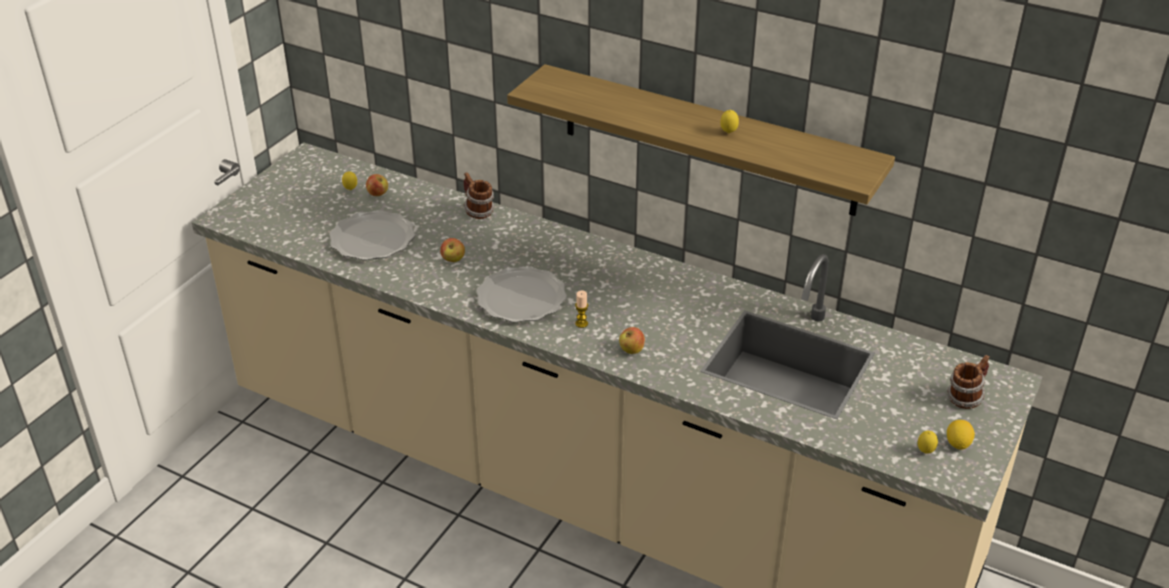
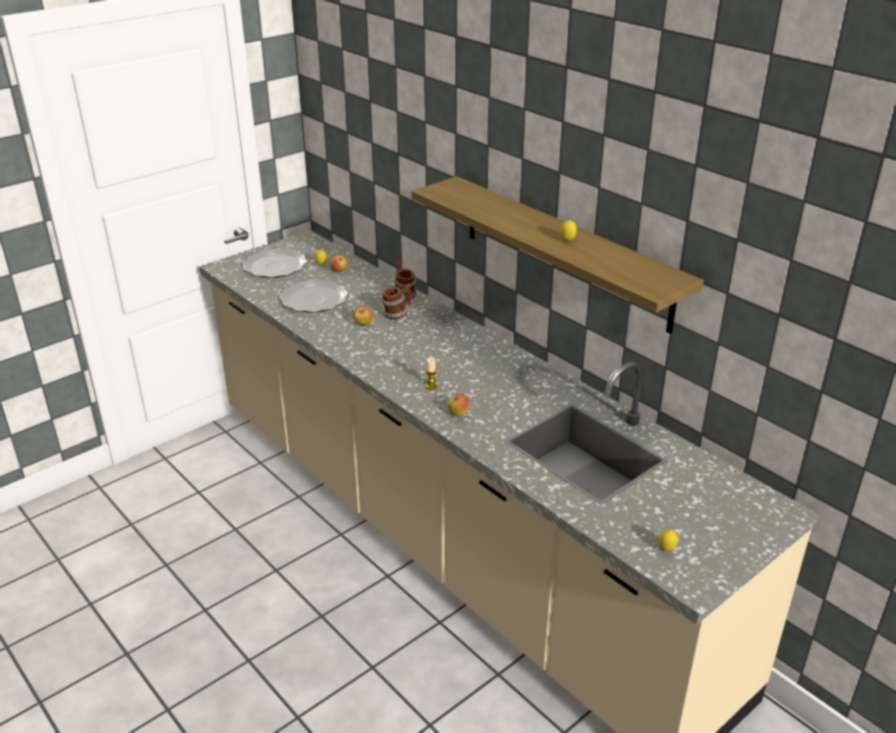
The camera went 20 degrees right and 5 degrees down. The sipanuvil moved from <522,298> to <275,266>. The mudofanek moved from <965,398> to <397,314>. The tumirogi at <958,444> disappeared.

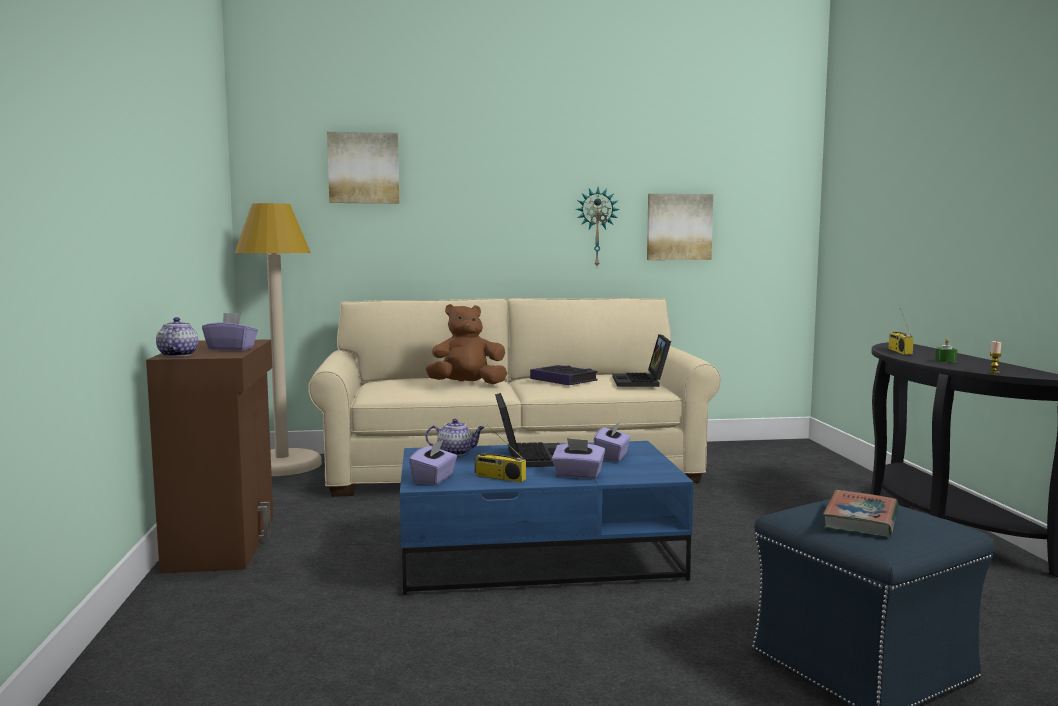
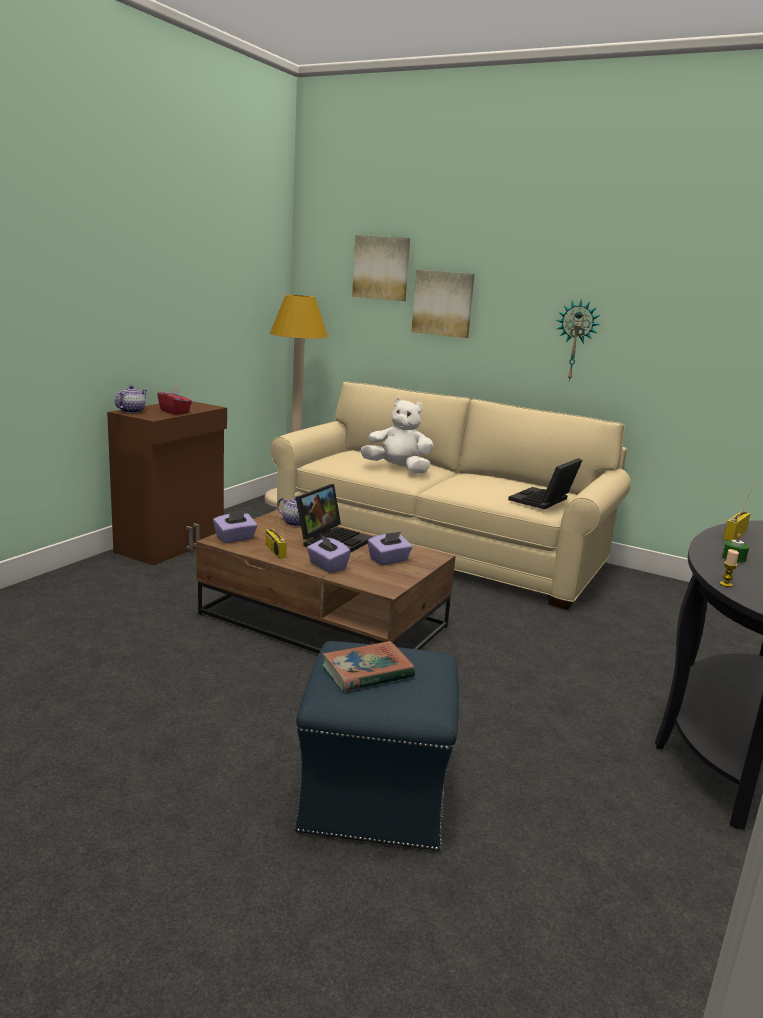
The camera went 35 degrees right and 10 degrees up. The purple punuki at <231,349> became the red punuki at <175,412>. The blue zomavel at <540,555> became the brown zomavel at <325,621>. The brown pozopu at <467,385> became the white pozopu at <398,469>. The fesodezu moved from <679,227> to <443,303>. The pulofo at <563,380> disappeared.

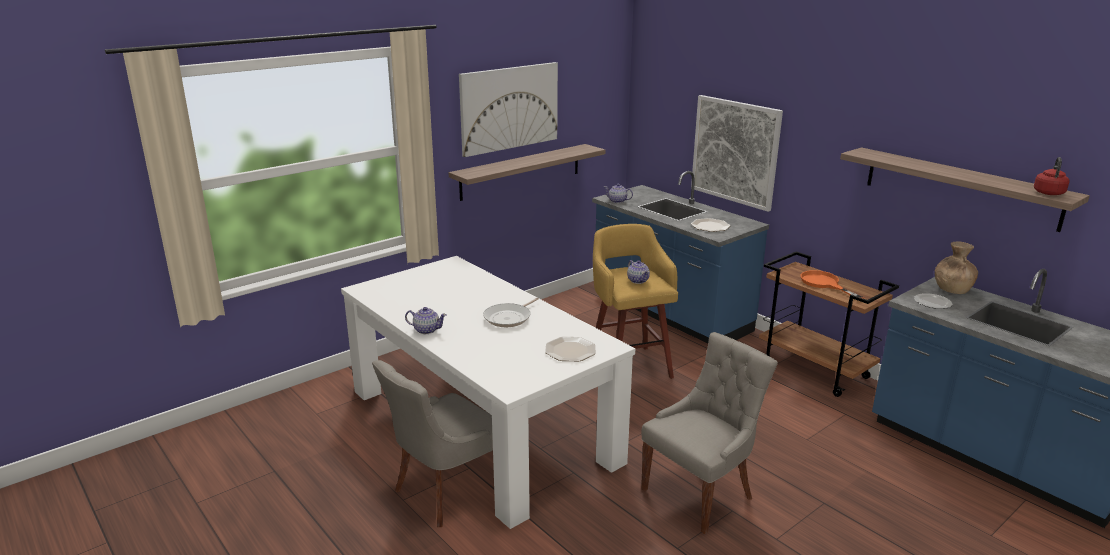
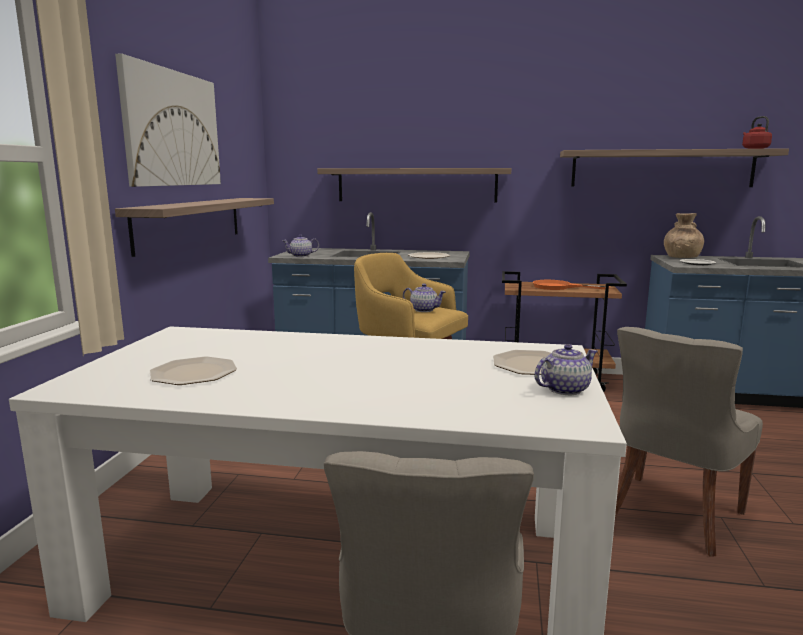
The camera went 40 degrees left and 10 degrees down. The sipanuvil at <194,373> appeared. The fesodezu at <735,151> was replaced by the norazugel at <416,185>. The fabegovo moved from <426,330> to <564,389>. The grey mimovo at <700,493> turned 150 degrees counterclockwise. The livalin at <509,318> disappeared.

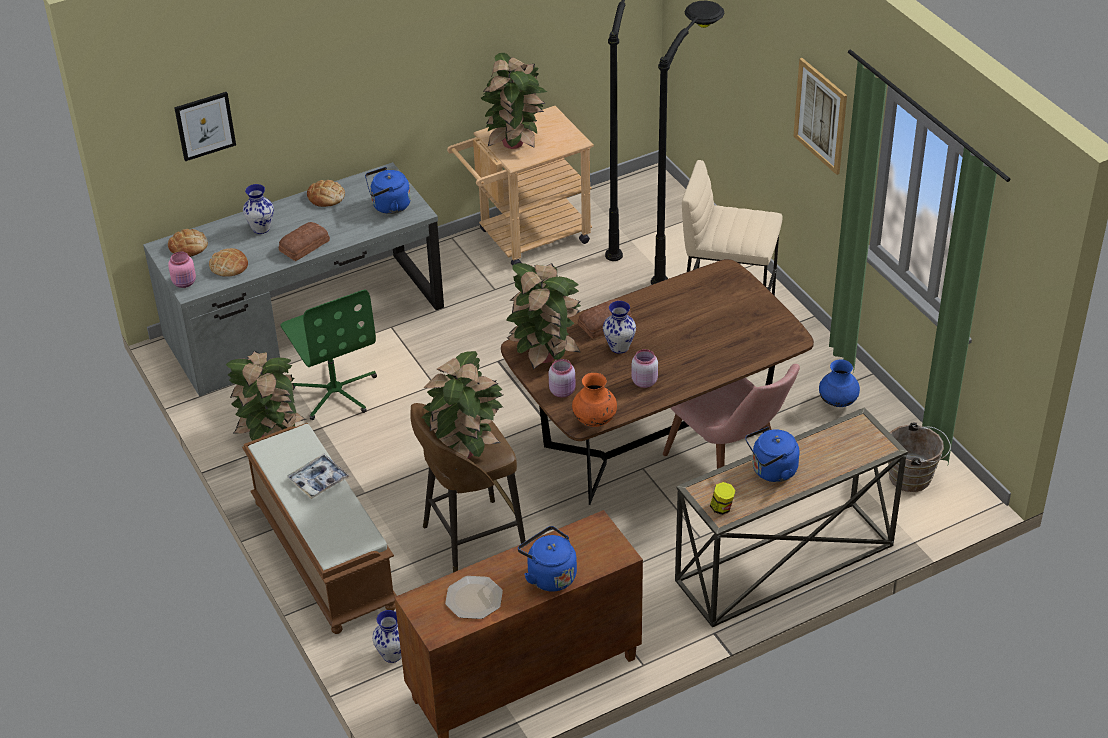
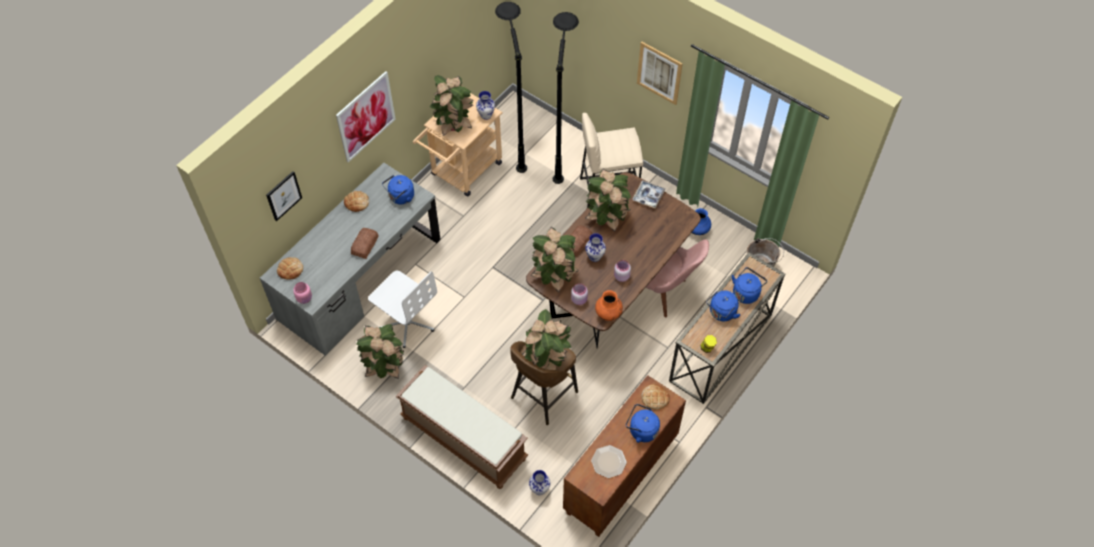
The camera went 25 degrees left and 15 degrees up. The fesodezu at <366,116> appeared. The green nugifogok at <335,391> became the white nugifogok at <407,322>. The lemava moved from <260,228> to <486,115>. The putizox at <607,217> appeared. The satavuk moved from <319,480> to <648,196>. The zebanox moved from <229,266> to <655,398>. The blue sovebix at <746,292> appeared.

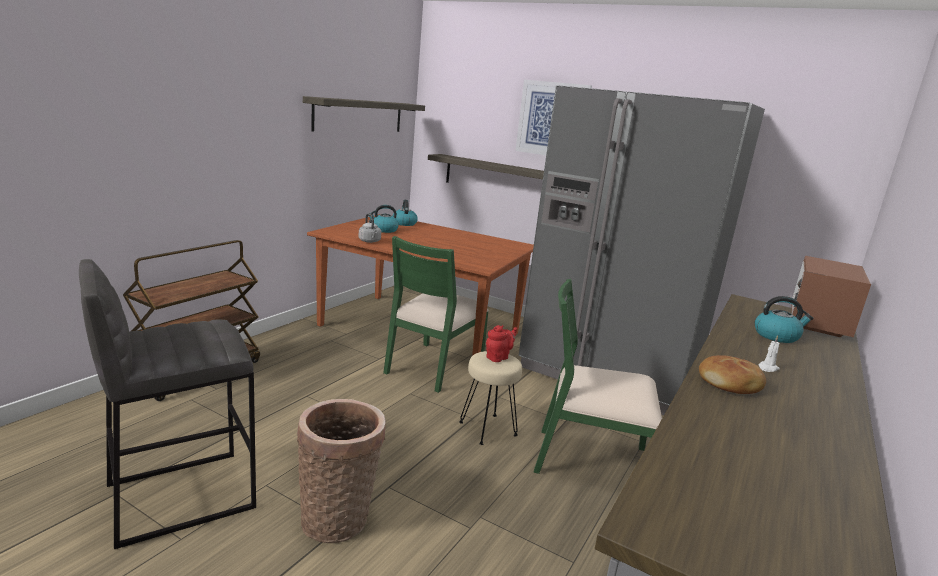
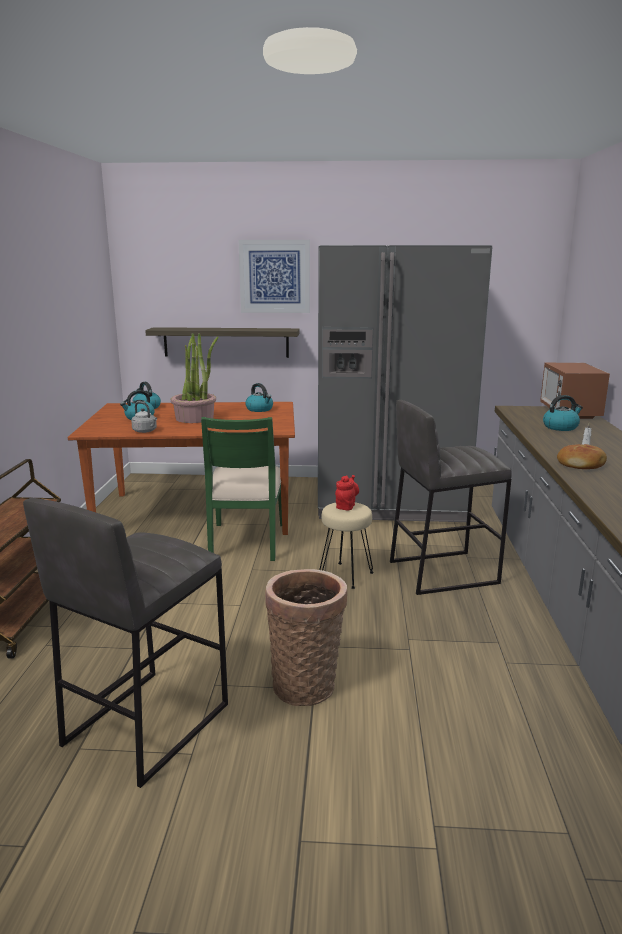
The camera went 25 degrees left and 0 degrees up. The putizox at <195,418> appeared. The sovebix at <260,409> appeared. The green mimovo at <590,461> was replaced by the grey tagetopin at <441,572>. The norazugel at <359,115> disappeared.

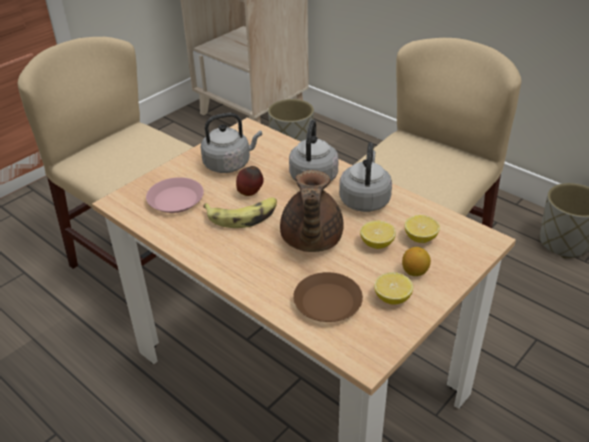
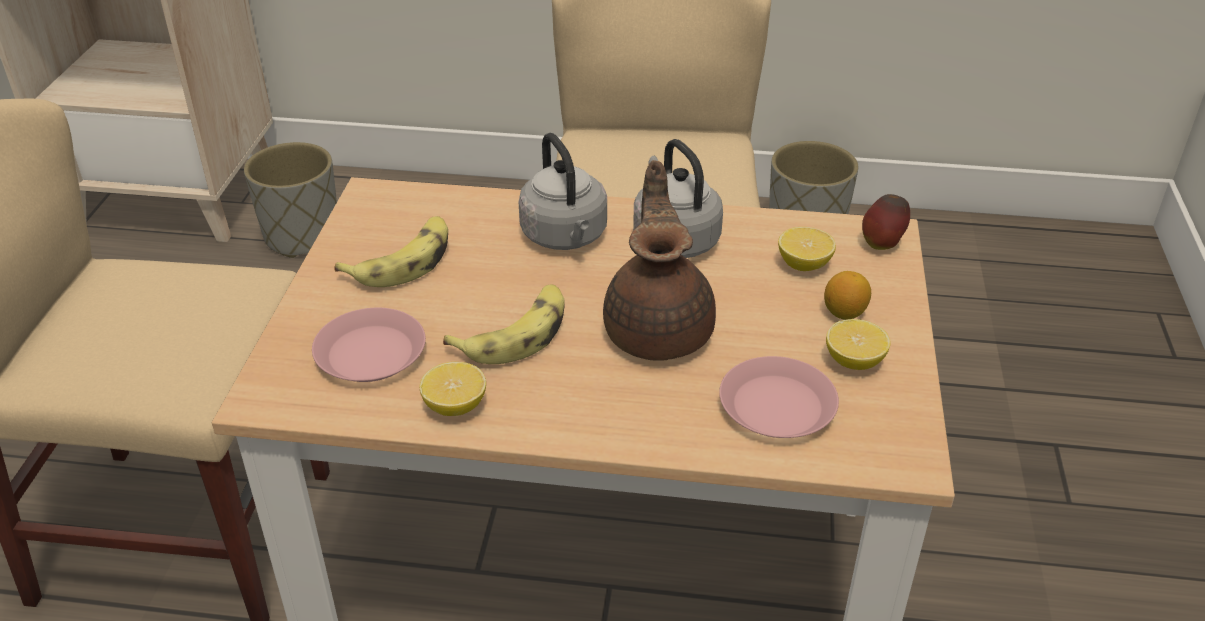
The camera went 35 degrees left and 0 degrees up. The grey sovebix at <229,164> was replaced by the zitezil at <403,261>. The tumirogi moved from <377,244> to <455,406>. The brown fabegovo at <310,240> turned 150 degrees counterclockwise. The brown sipanuvil at <327,302> became the pink sipanuvil at <776,406>. The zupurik moved from <250,193> to <882,245>.

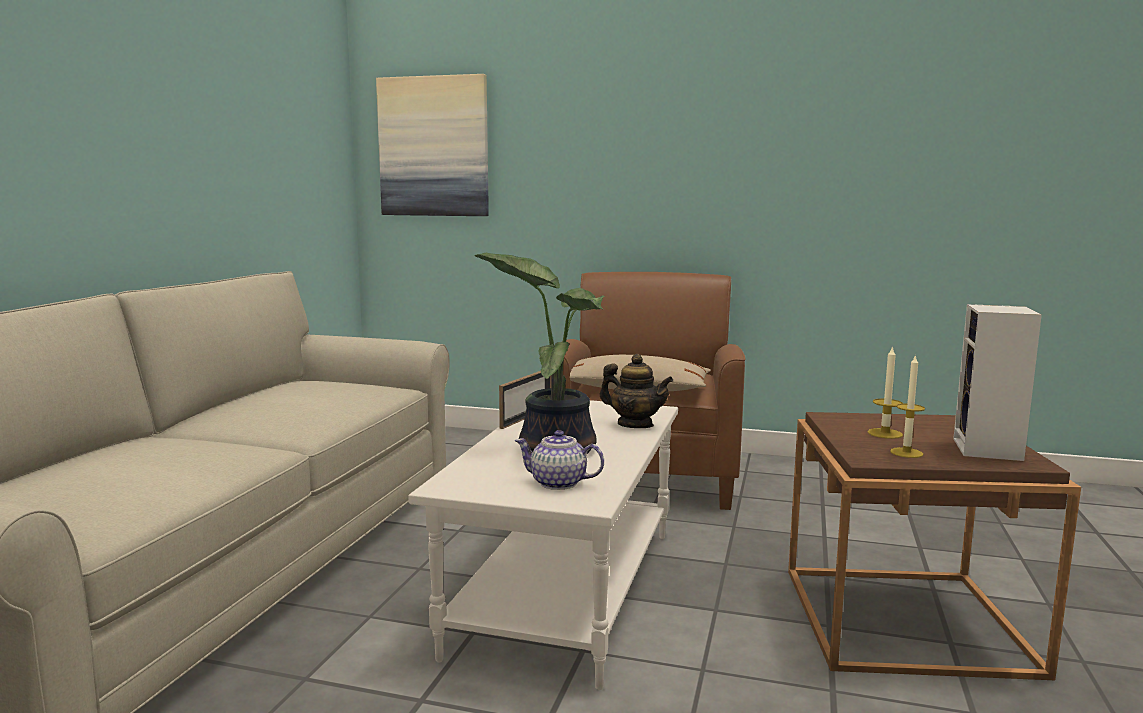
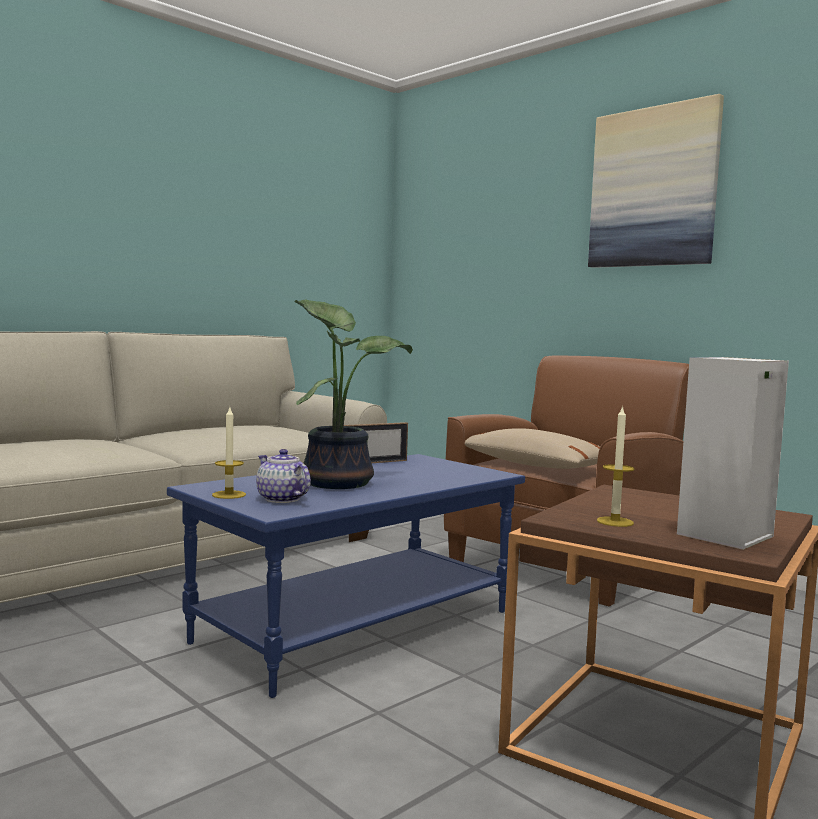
The camera went 30 degrees right and 5 degrees down. The white zomavel at <565,589> became the blue zomavel at <355,625>. The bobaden moved from <885,433> to <229,495>. The fesodezu moved from <434,147> to <653,187>. The fabegovo at <635,425> disappeared.

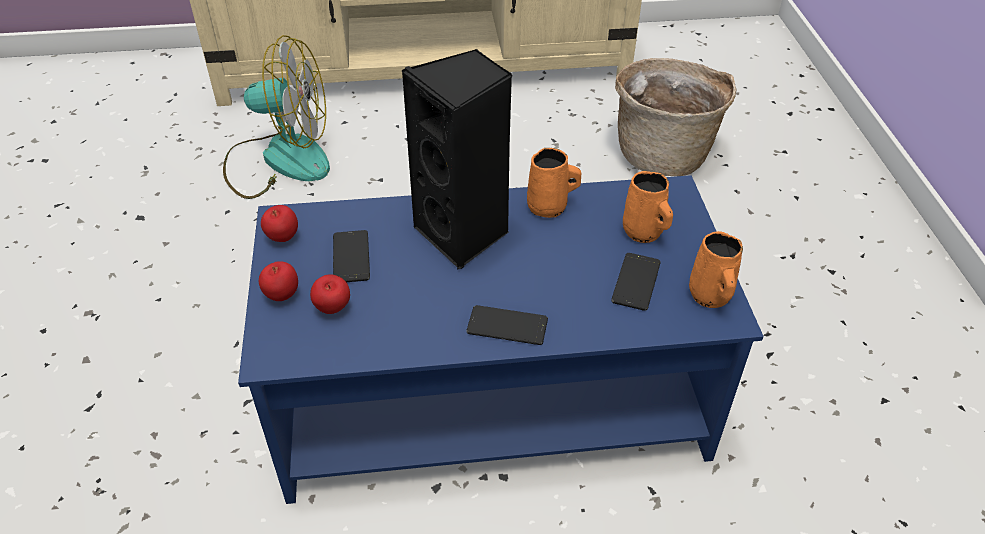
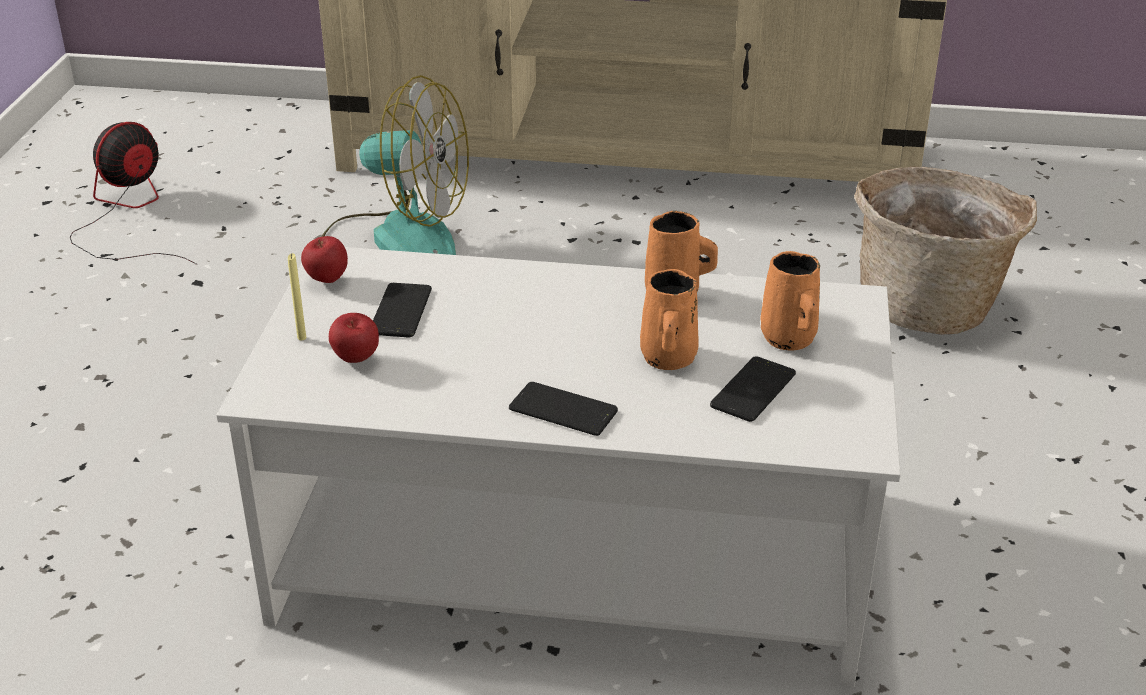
The camera went 15 degrees right and 10 degrees down. The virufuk at <129,214> appeared. The blue zomavel at <488,394> became the white zomavel at <569,552>. The zupurik at <282,296> was replaced by the yellow bobaden at <302,338>. The orange mudofanek moved from <710,296> to <668,359>. The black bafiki at <464,235> disappeared.

